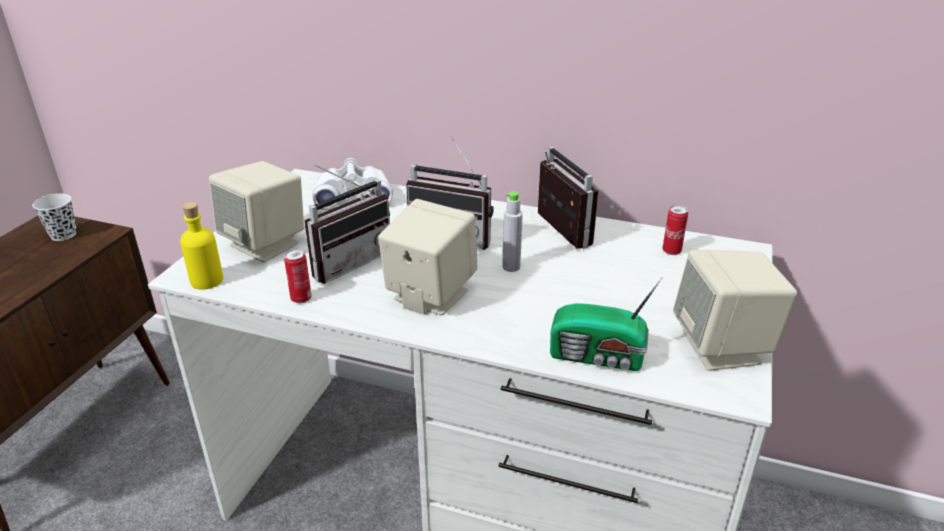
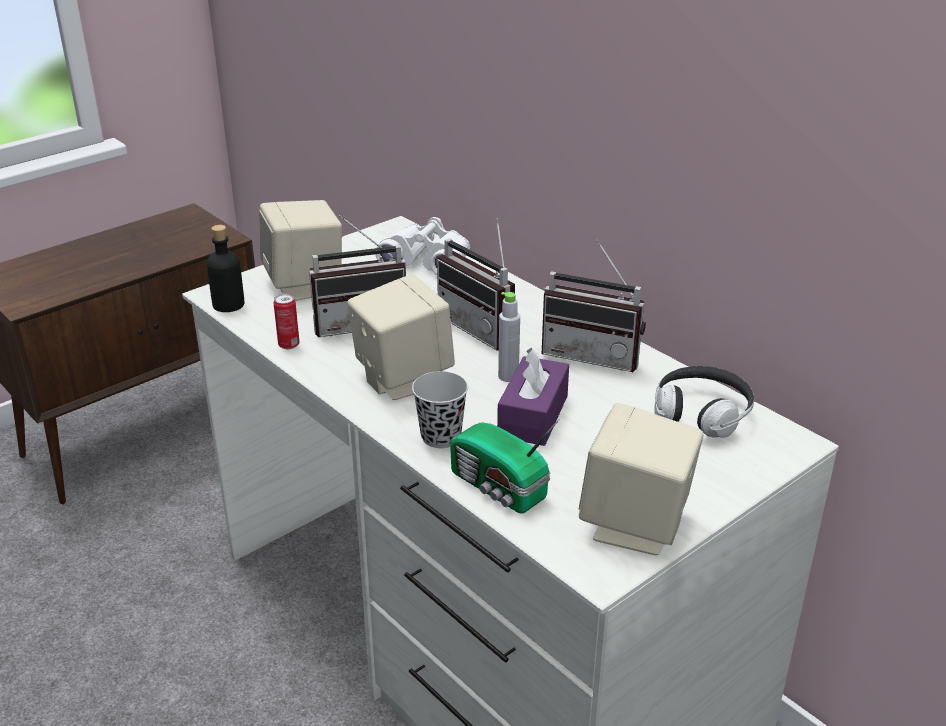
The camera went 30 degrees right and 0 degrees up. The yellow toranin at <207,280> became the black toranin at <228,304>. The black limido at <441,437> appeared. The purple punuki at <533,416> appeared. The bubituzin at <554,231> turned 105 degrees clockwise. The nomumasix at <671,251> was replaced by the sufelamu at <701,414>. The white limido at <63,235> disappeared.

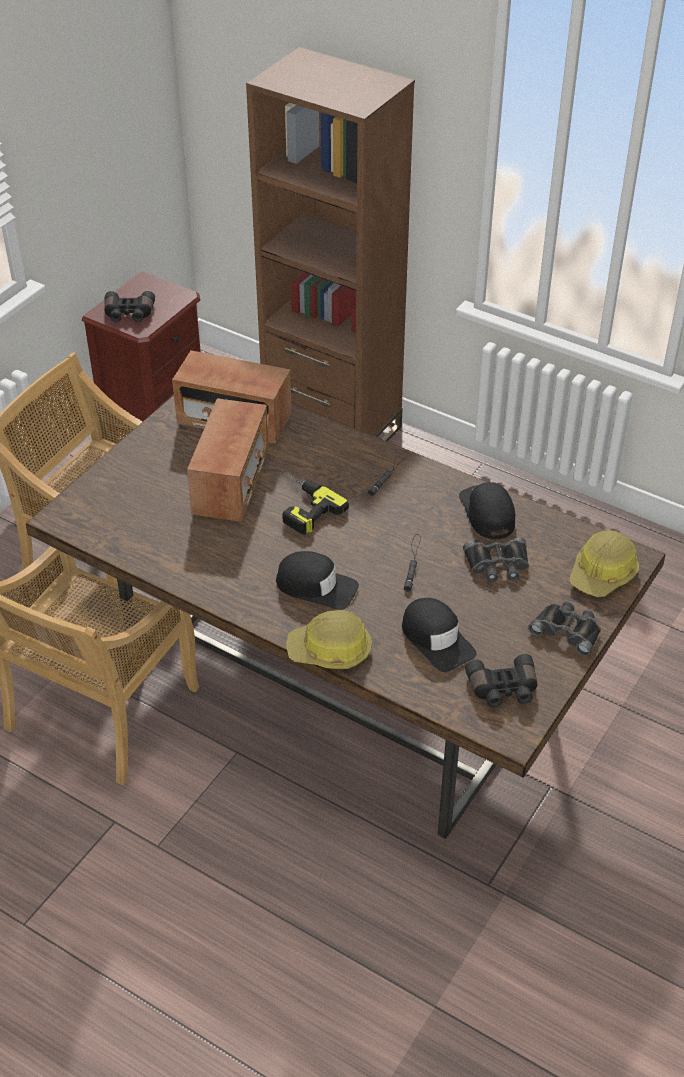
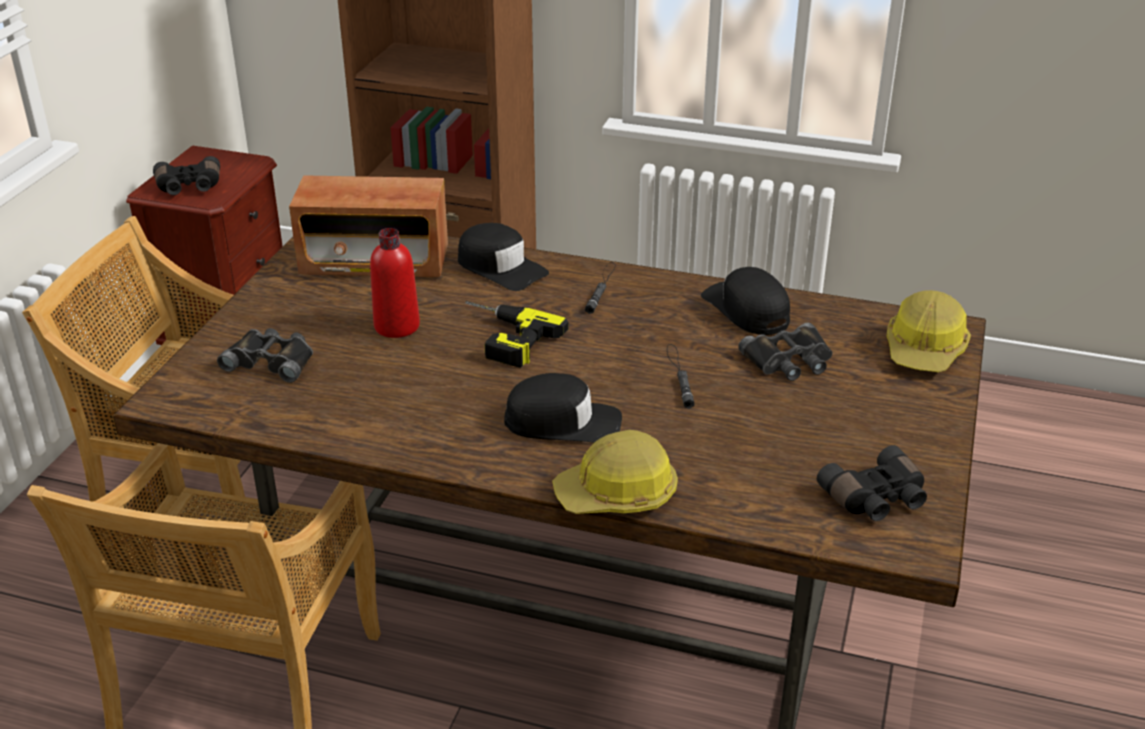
The camera went 15 degrees left and 10 degrees down. The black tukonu moved from <567,630> to <271,361>. The bubituzin at <231,482> was replaced by the red toranin at <397,326>. The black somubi moved from <436,639> to <500,267>.

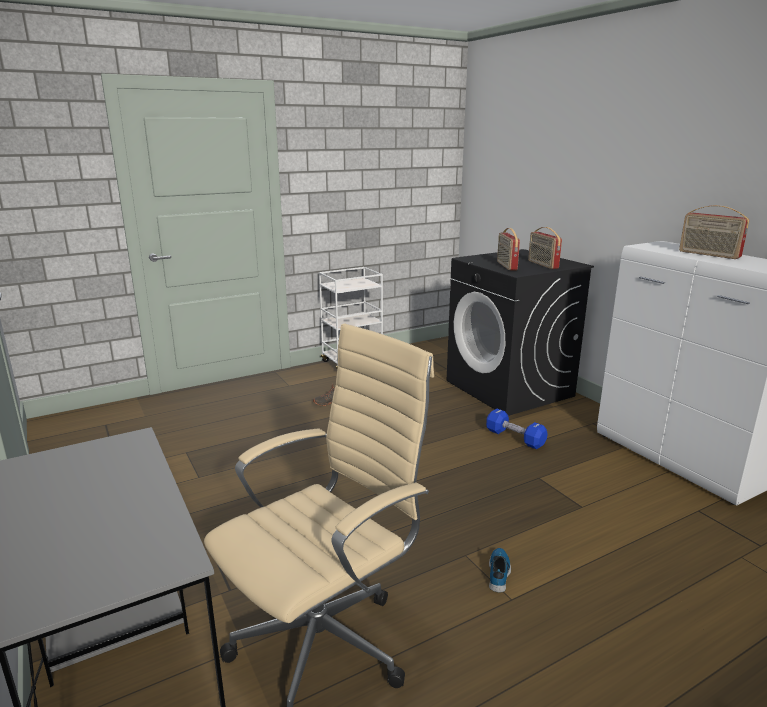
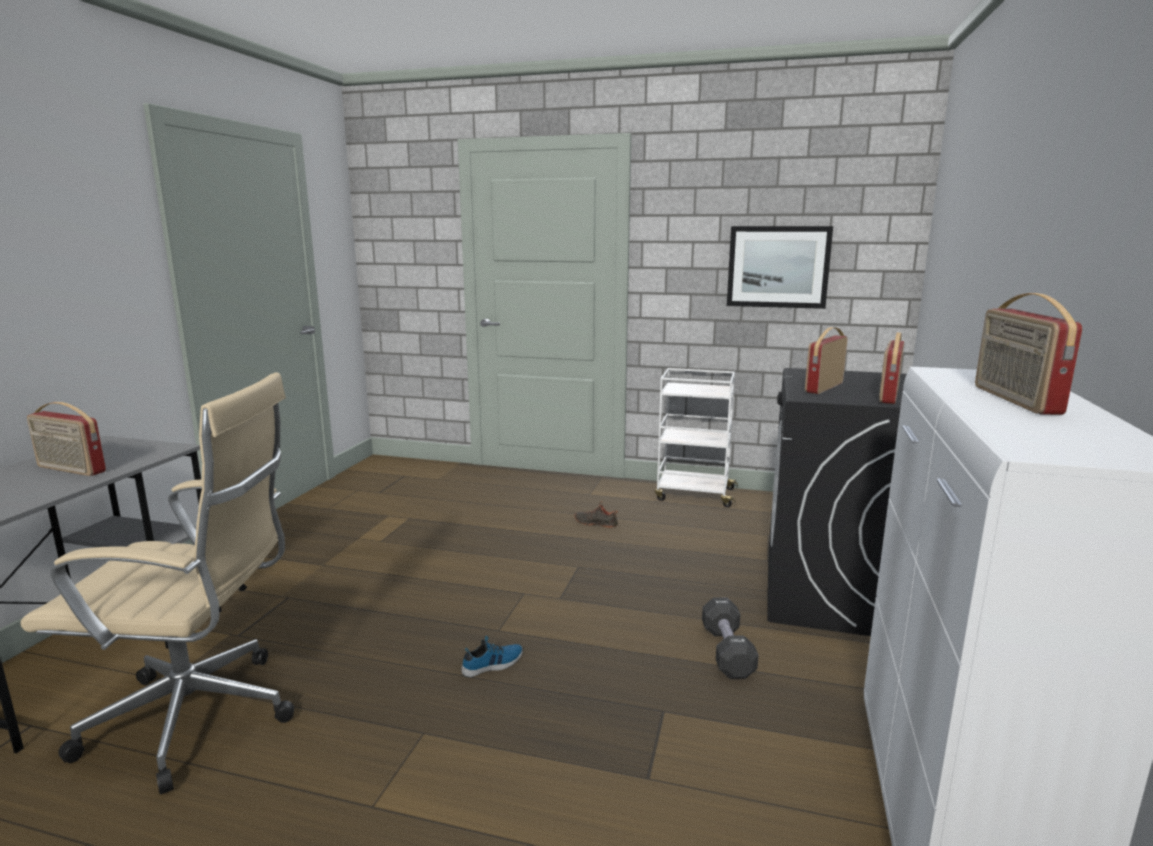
The camera went 45 degrees right and 5 degrees down. The bubituzin at <70,470> appeared. The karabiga moved from <499,572> to <493,664>. The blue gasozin at <515,438> became the black gasozin at <727,651>. The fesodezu at <778,267> appeared.

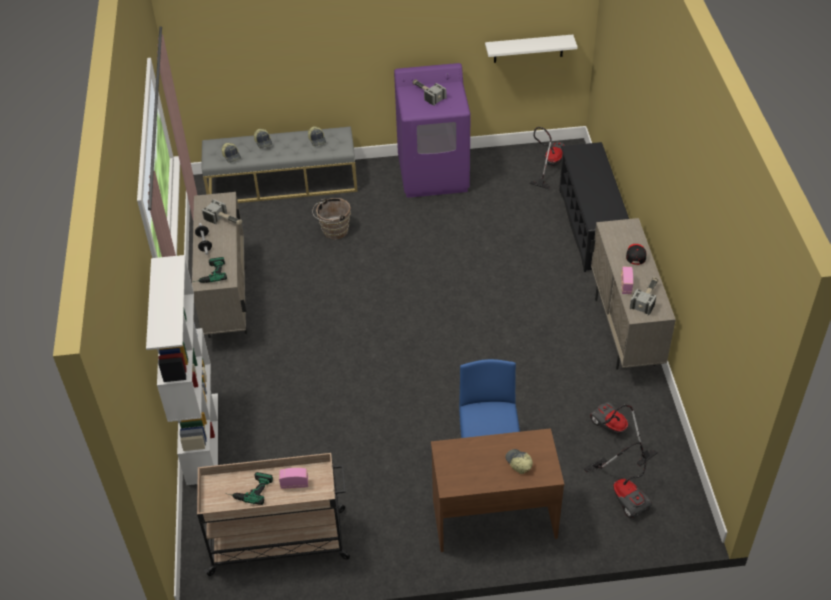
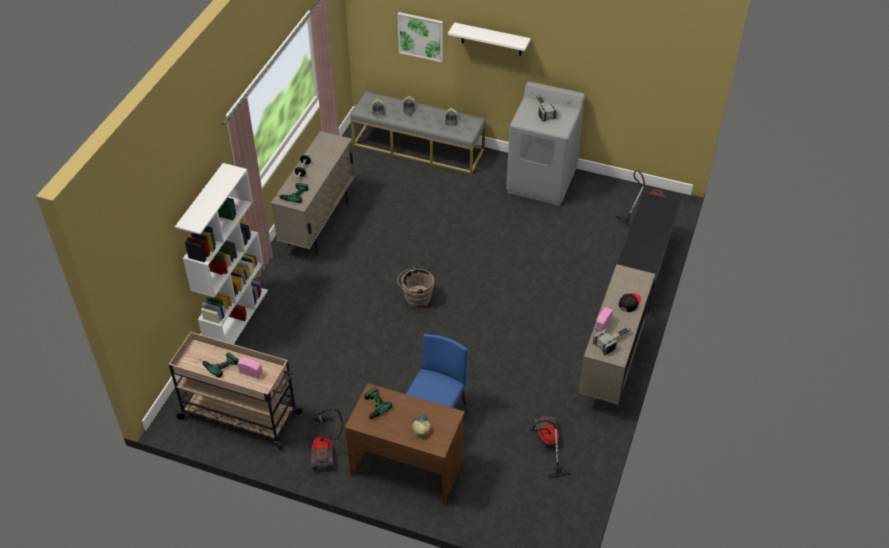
The camera went 25 degrees right and 0 degrees up. The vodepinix moved from <624,493> to <325,449>. The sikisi at <371,407> appeared. The fesodezu at <421,36> appeared. The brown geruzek moved from <333,231> to <415,299>. The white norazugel moved from <528,48> to <491,39>. The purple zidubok at <434,174> became the grey zidubok at <542,181>. The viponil at <225,220> disappeared.

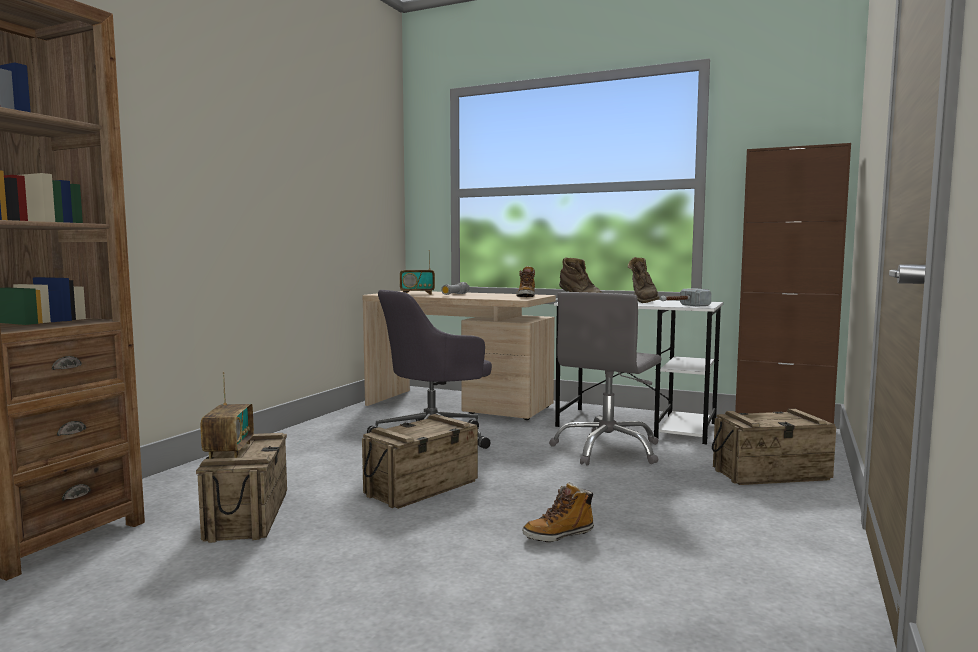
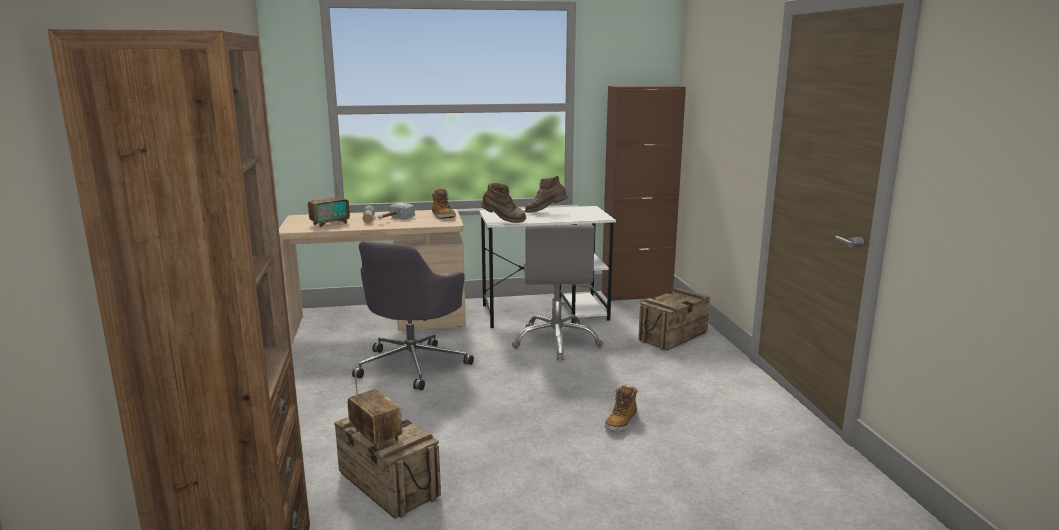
The camera went 35 degrees left and 10 degrees up. The viponil moved from <682,306> to <393,219>. The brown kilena at <643,301> turned 120 degrees clockwise. The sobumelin at <422,488> disappeared.

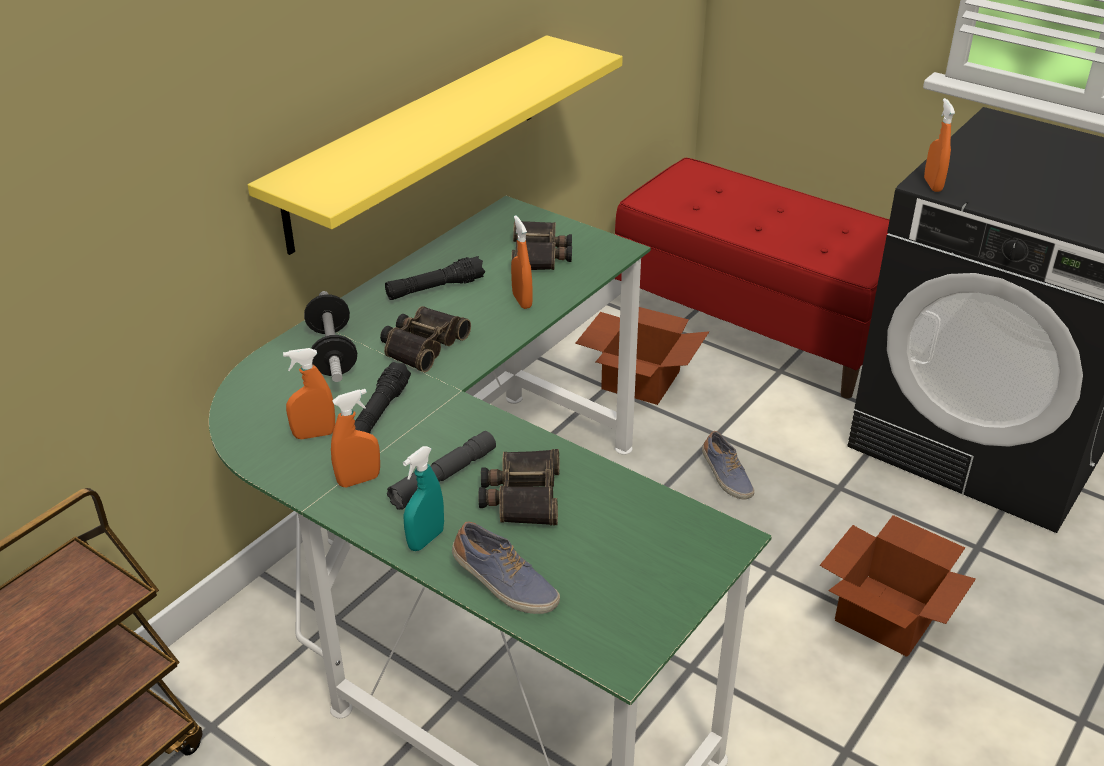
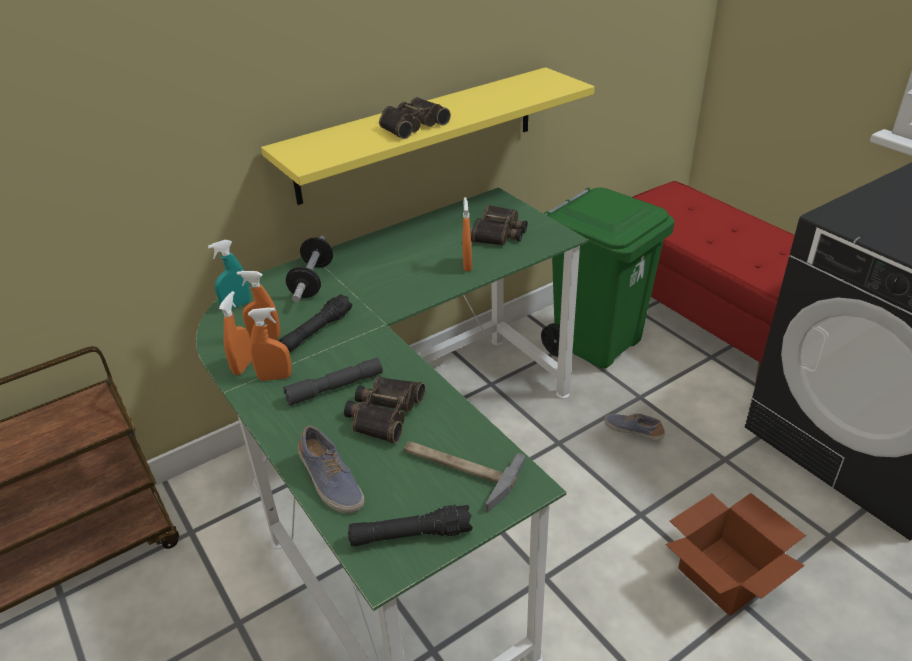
The camera went 20 degrees right and 0 degrees up. The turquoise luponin moved from <426,539> to <236,305>. The orange luponin moved from <932,185> to <243,366>. The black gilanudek moved from <435,288> to <410,535>. The tukonu moved from <422,345> to <411,125>. The viponil at <457,470> appeared. The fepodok at <639,379> was replaced by the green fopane at <596,343>. The karabiga at <725,476> turned 135 degrees clockwise.

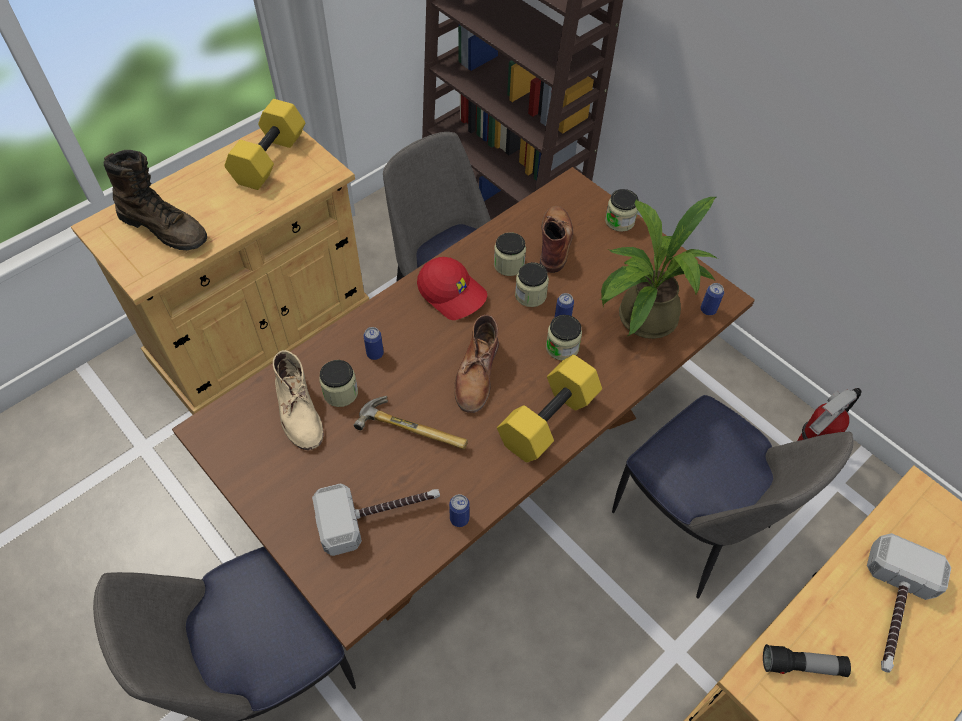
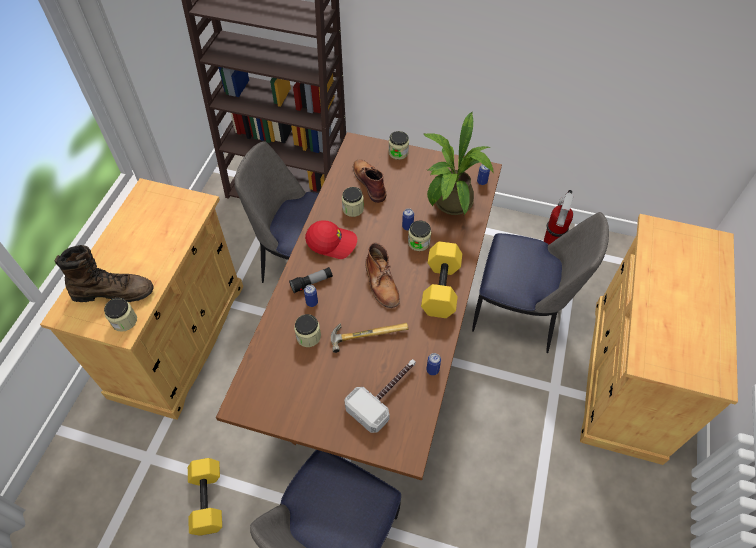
The camera went 30 degrees left and 0 degrees up. The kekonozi moved from <530,295> to <124,321>. The yellow gasozin moved from <270,160> to <208,500>. The gilanudek moved from <802,665> to <311,283>. The beige kilena at <298,411> disappeared. The viponil at <892,612> disappeared.

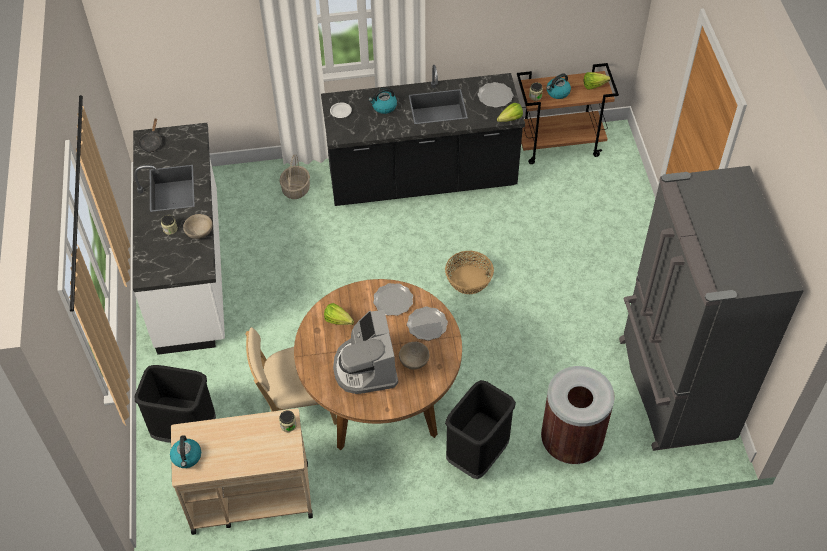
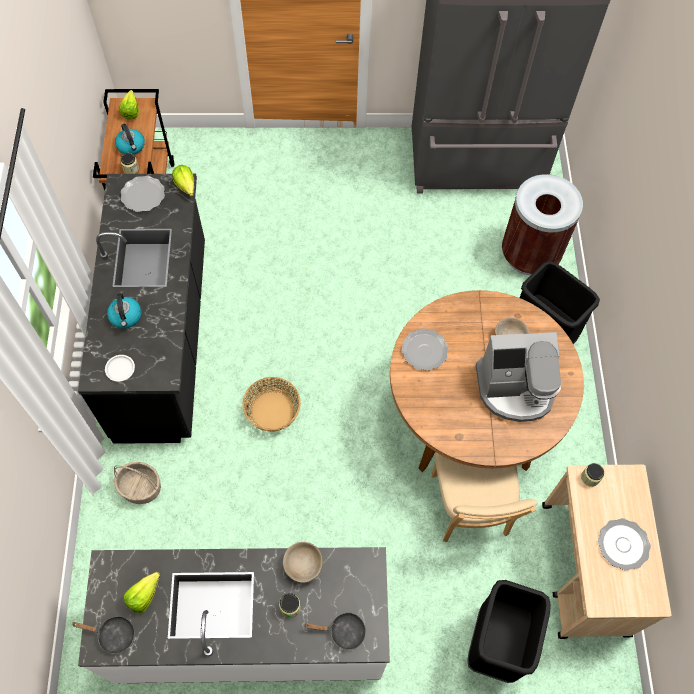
The camera went 85 degrees left and 10 degrees up. The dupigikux moved from <340,322> to <147,593>. The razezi moved from <469,280> to <273,410>. The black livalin at <343,632> appeared. The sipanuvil moved from <427,325> to <623,544>. The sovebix at <187,457> disappeared.

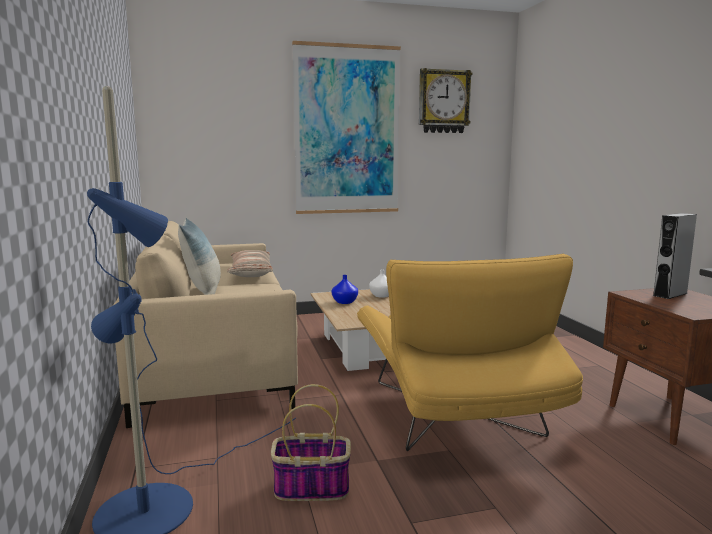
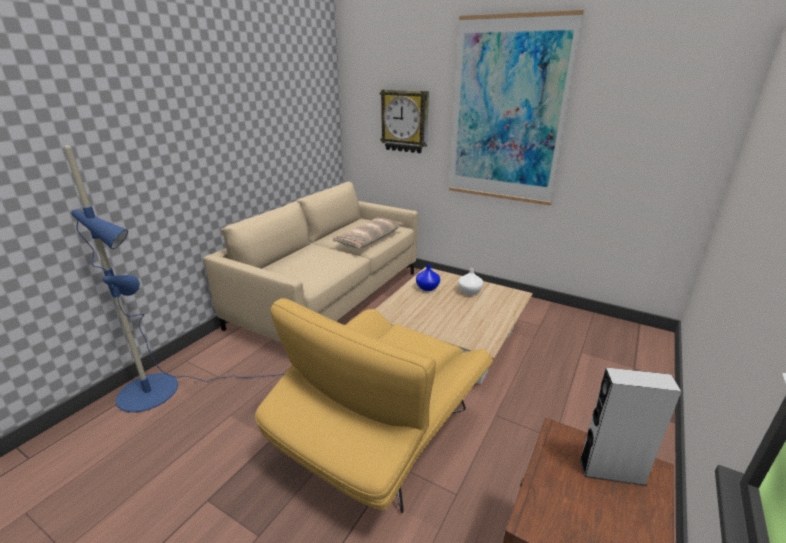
The camera went 45 degrees right and 15 degrees up. The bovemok moved from <443,101> to <405,121>. The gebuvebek at <202,291> disappeared. The razezi at <310,488> disappeared.

